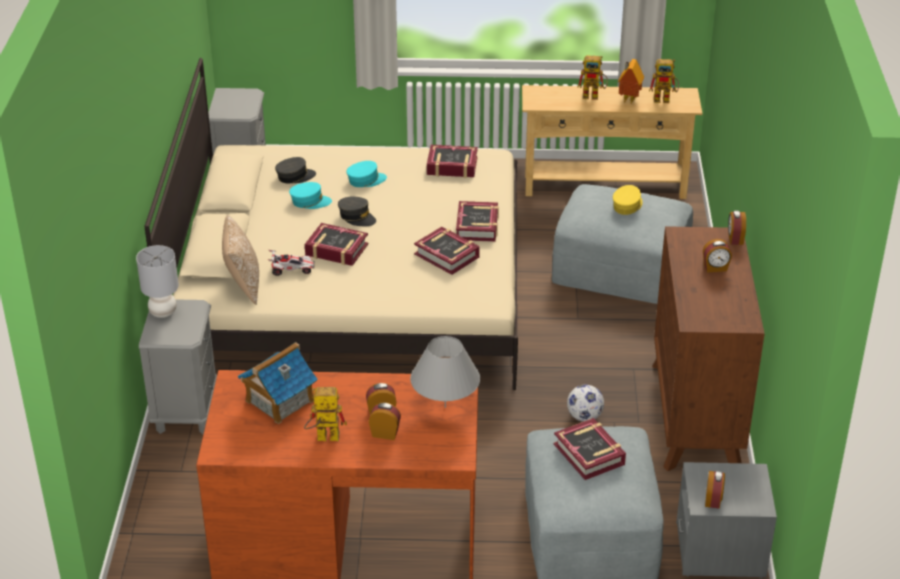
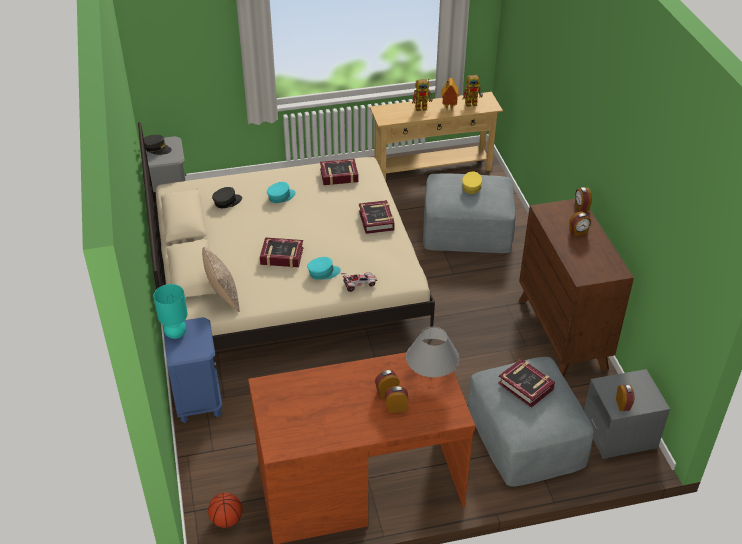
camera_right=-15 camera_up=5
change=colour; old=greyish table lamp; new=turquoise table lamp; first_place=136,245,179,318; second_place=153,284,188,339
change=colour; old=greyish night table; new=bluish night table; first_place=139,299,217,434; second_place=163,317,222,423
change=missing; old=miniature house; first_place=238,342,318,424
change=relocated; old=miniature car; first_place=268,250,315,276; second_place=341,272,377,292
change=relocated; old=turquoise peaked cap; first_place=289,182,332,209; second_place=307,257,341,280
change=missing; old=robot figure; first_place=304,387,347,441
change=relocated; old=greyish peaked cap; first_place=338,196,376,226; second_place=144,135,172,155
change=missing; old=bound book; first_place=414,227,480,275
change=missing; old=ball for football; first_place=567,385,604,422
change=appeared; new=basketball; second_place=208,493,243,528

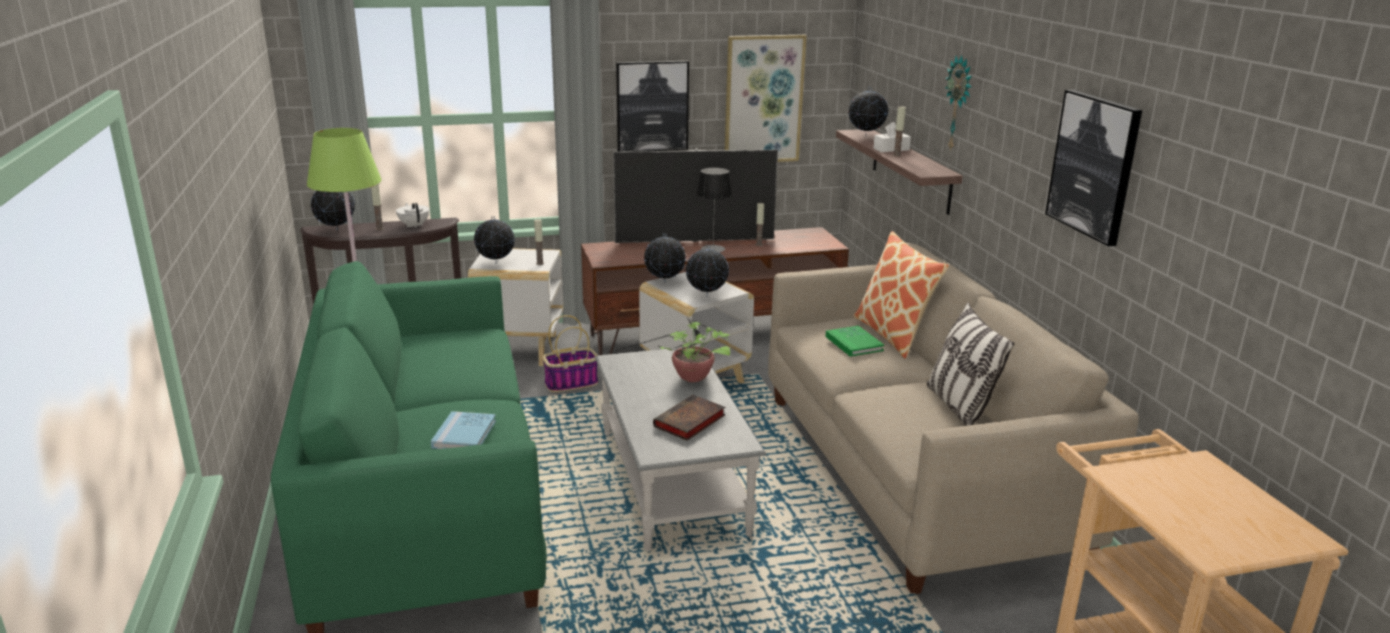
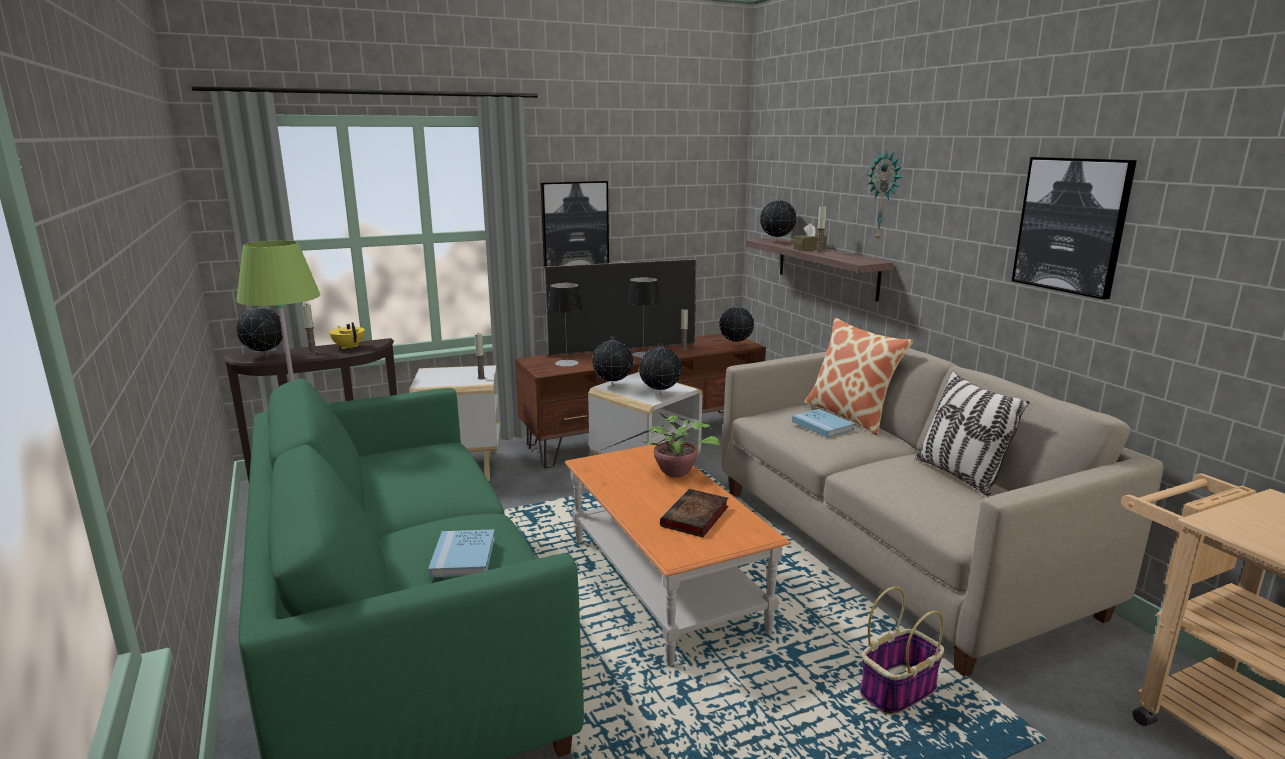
camera_right=-10 camera_up=-5
change=colour; old=whitish pot for tea; new=yellow pot for tea; first_place=396,203,429,228; second_place=329,322,365,349
change=relocated; old=desk globe; first_place=474,216,515,263; second_place=719,303,754,345
change=relocated; old=household basket; first_place=542,315,598,392; second_place=860,587,944,715
change=colour; old=greyish low table; new=orange low table; first_place=595,346,767,551; second_place=565,443,791,666
change=missing; old=wall art; first_place=725,35,807,162
change=colour; old=green bound book; new=bluish bound book; first_place=825,326,884,357; second_place=792,409,855,438
change=colour; old=whitish tissue box; new=brown tissue box; first_place=874,122,911,152; second_place=793,223,827,251
change=appeared; new=table lamp; second_place=547,283,583,366

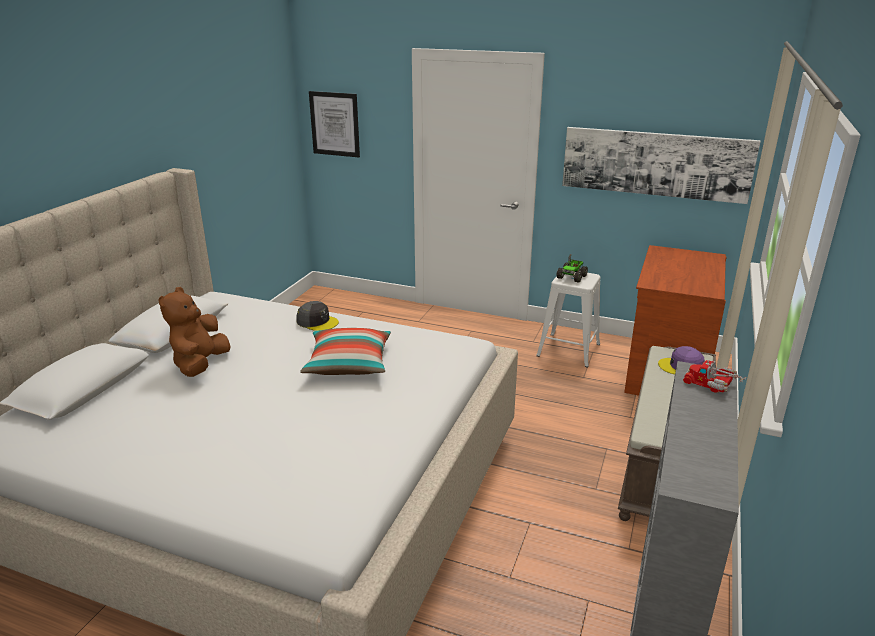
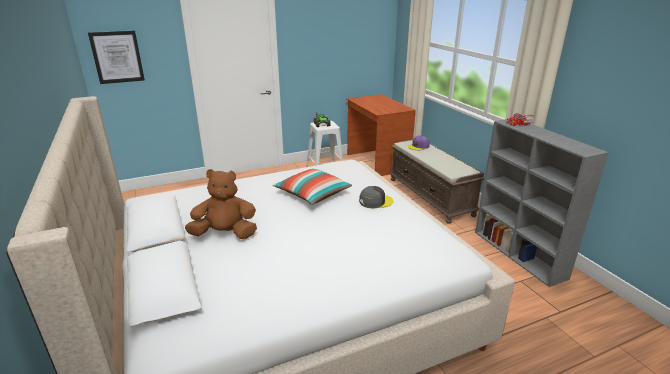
camera_right=-45 camera_up=0
change=spun; old=brown soft toy; first_place=158,287,230,377; second_place=185,169,257,239; degrees=120
change=relocated; old=greyish peaked cap; first_place=296,301,339,331; second_place=359,186,393,208
change=missing; old=wall art; first_place=562,127,761,204

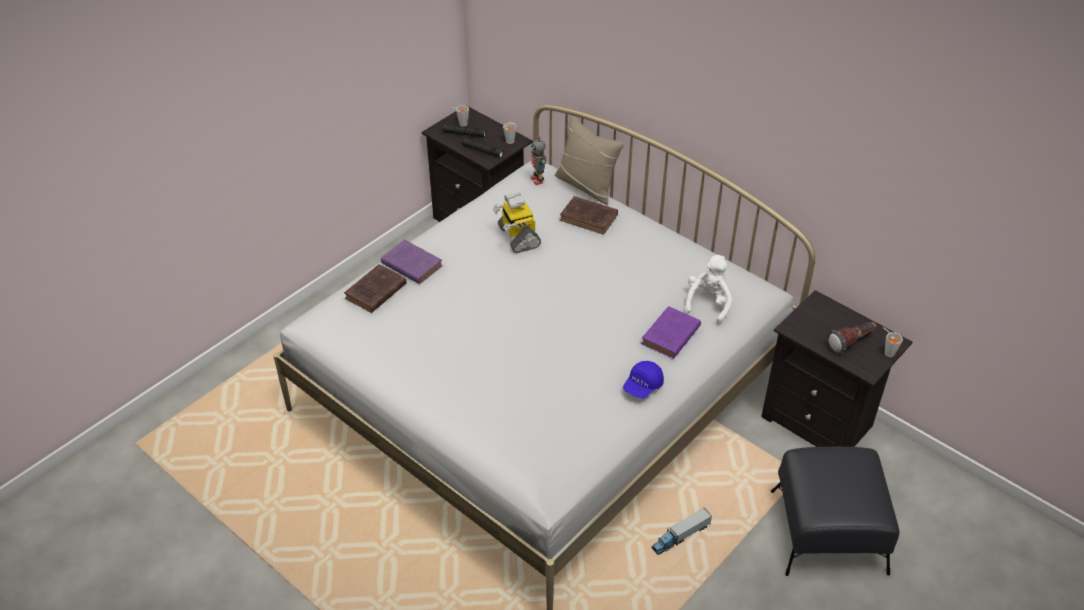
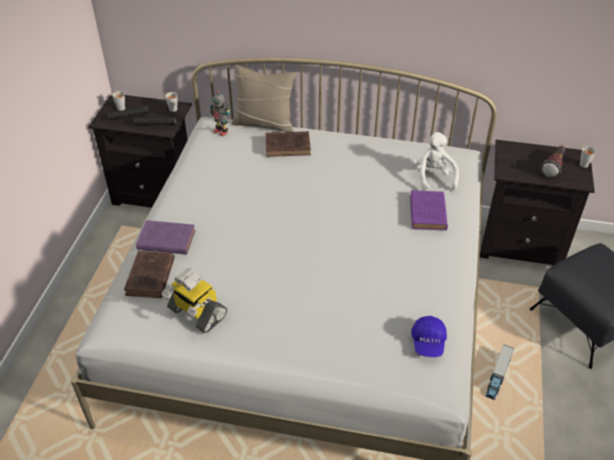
camera_right=-30 camera_up=0
change=relocated; old=robot figure; first_place=493,192,541,253; second_place=161,268,227,333
change=relocated; old=bluish peaked cap; first_place=623,361,664,398; second_place=411,316,447,357

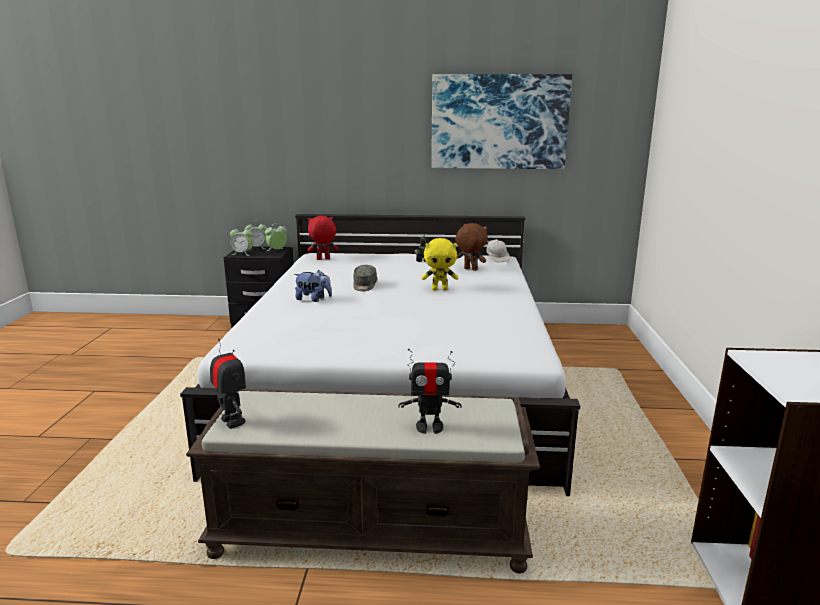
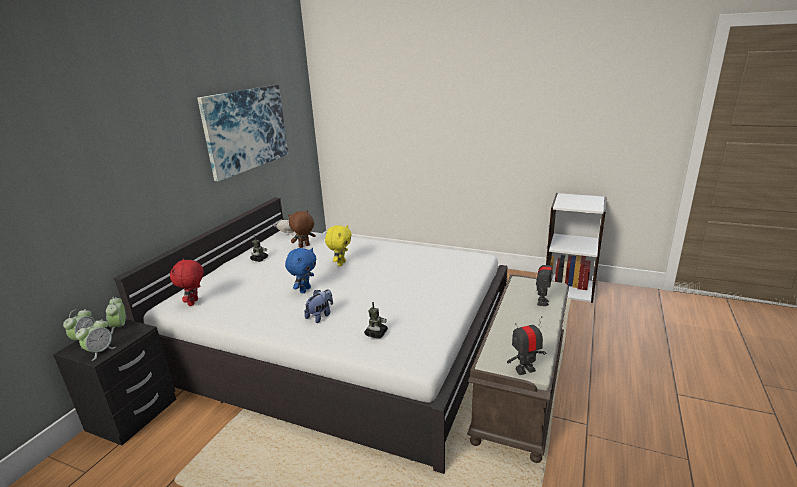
camera_right=-70 camera_up=5
change=exchanged; old=greyish peaked cap; new=bluish soft toy; first_place=353,265,377,291; second_place=285,248,316,293
change=appeared; new=robot figure; second_place=364,302,388,338

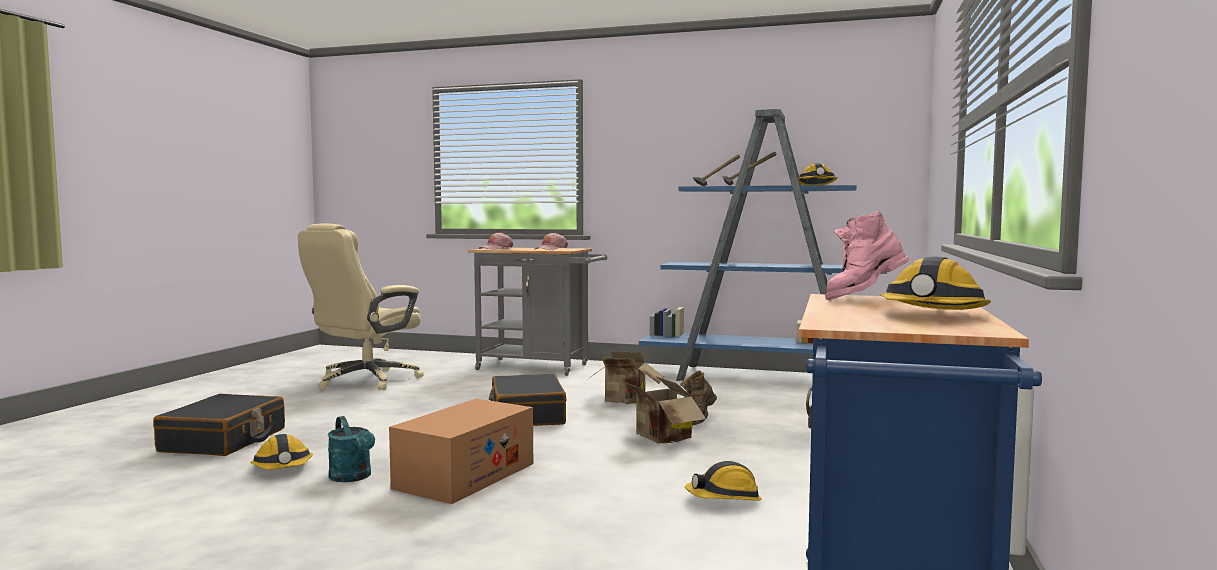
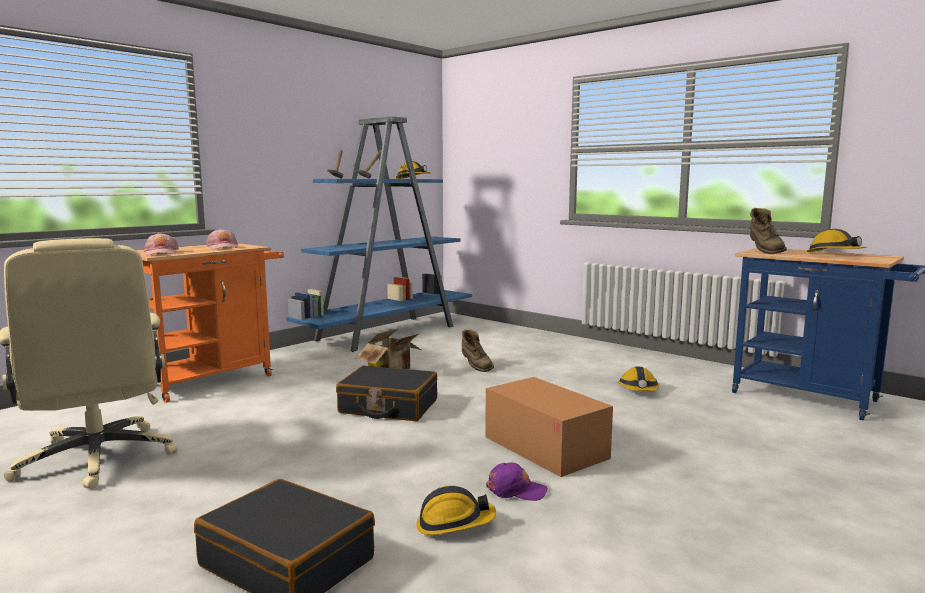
camera_right=-65 camera_up=5
change=exchanged; old=turquoise sprinkling can; new=purple-coloured peaked cap; first_place=327,416,375,482; second_place=486,462,547,501
change=colour; old=greyish cart; new=orange cart; first_place=467,247,607,376; second_place=136,243,284,403
change=missing; old=carton; first_place=622,376,706,444
change=colour; old=pinkish high-top boot; new=brown high-top boot; first_place=825,211,910,300; second_place=750,208,787,254

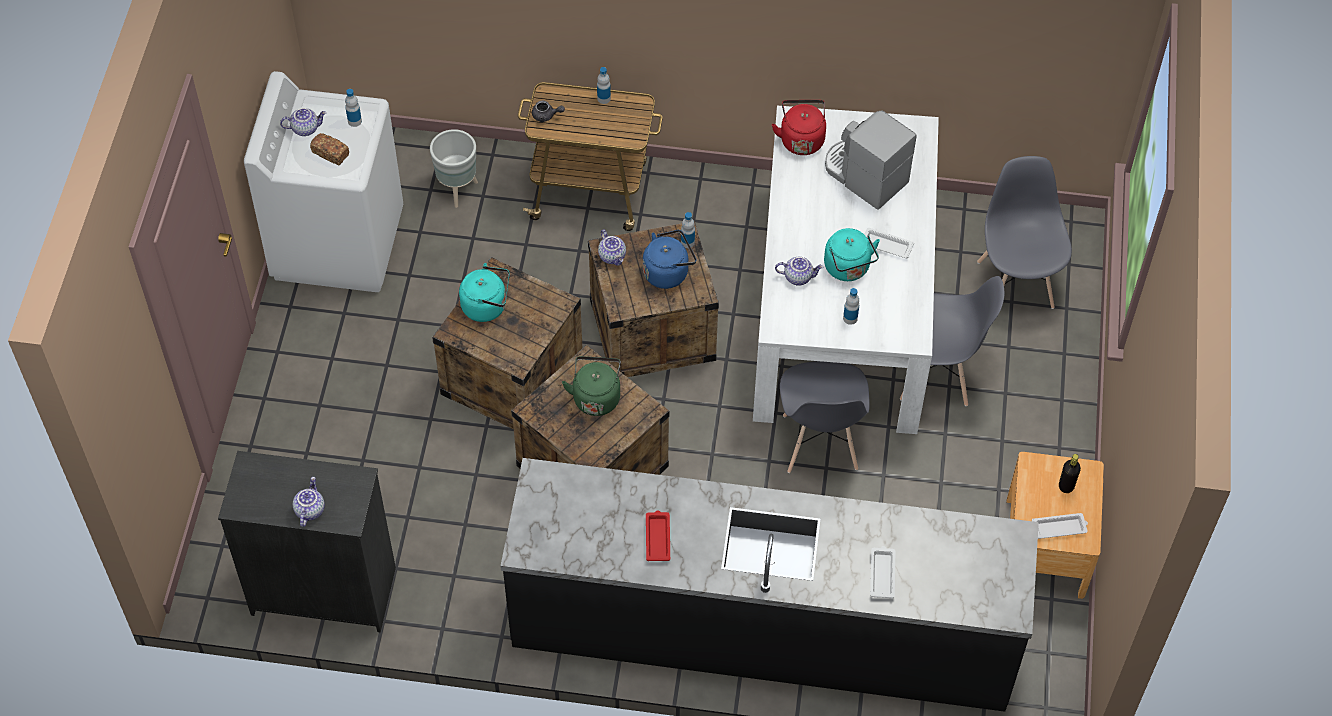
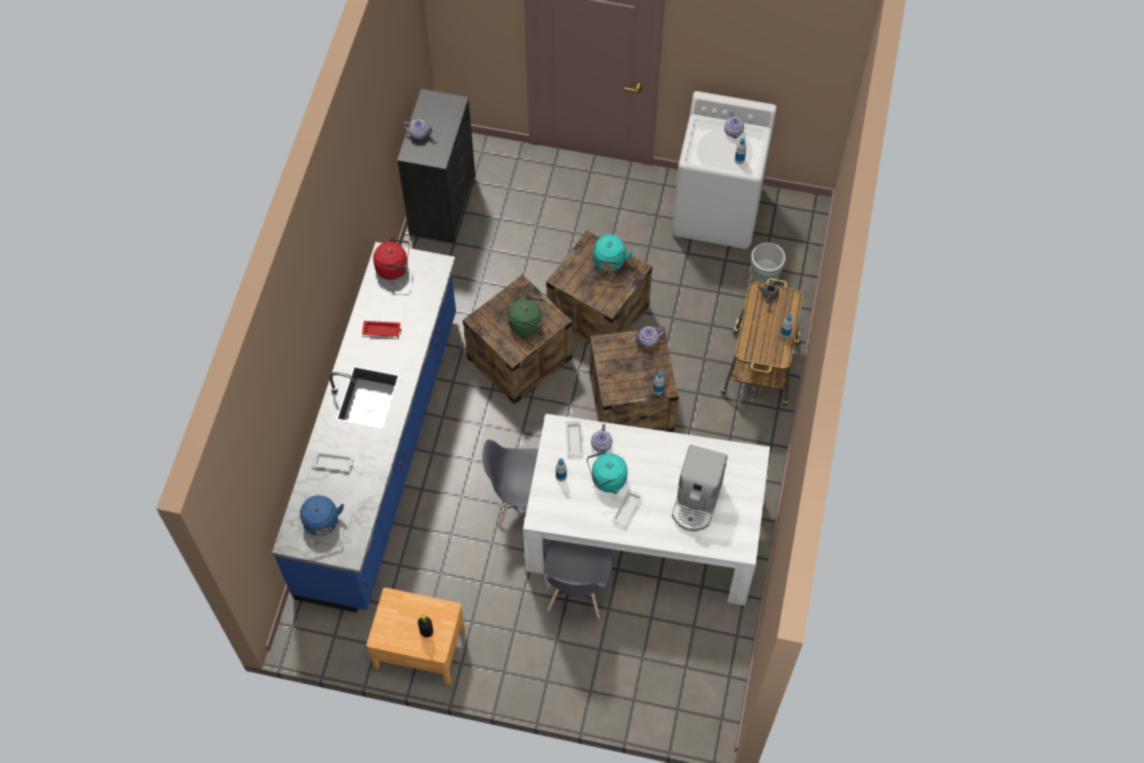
camera_right=95 camera_up=5
change=missing; old=baked bread; first_place=310,133,349,165
change=colour; old=black-coloured counter; new=bluish counter; first_place=501,458,1039,712; second_place=272,242,456,613
change=relocated; old=bluish kettle; first_place=643,230,696,289; second_place=300,495,344,536
change=relocated; old=reddish kettle; first_place=772,100,826,155; second_place=373,237,410,280
change=spun; old=coffee brewer; first_place=825,111,916,210; second_place=672,444,728,531; degrees=150
change=missing; old=greyish plain chair; first_place=977,156,1072,309
change=relocated; old=whitish tray; first_place=1032,513,1088,539; second_place=565,421,584,458

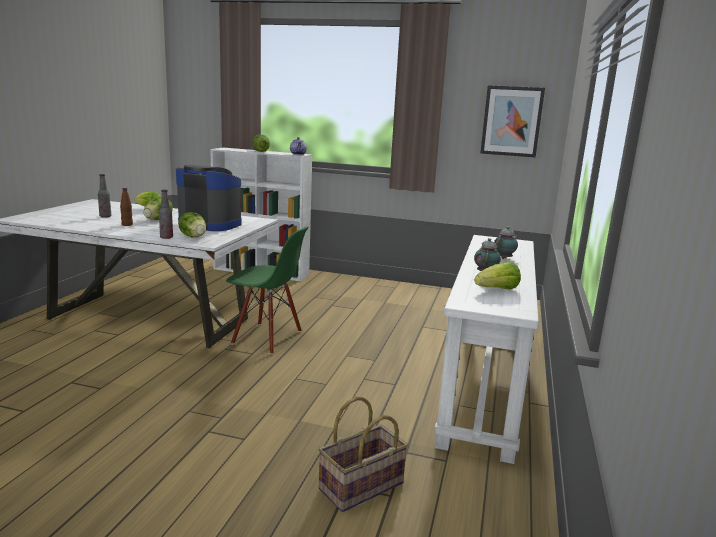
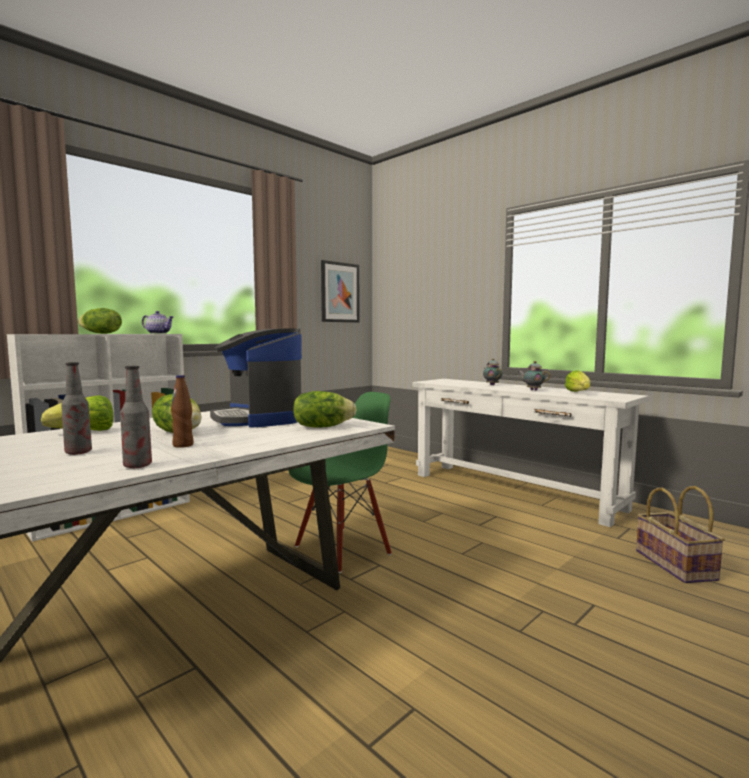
camera_right=-60 camera_up=-10
change=relocated; old=bottle; first_place=159,190,173,239; second_place=120,366,152,468
change=spun; old=coffee brewer; first_place=176,165,241,231; second_place=210,328,302,428; degrees=-75

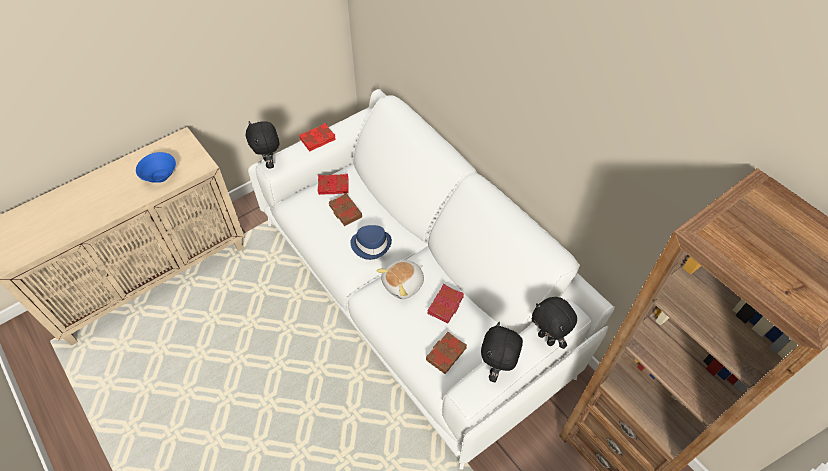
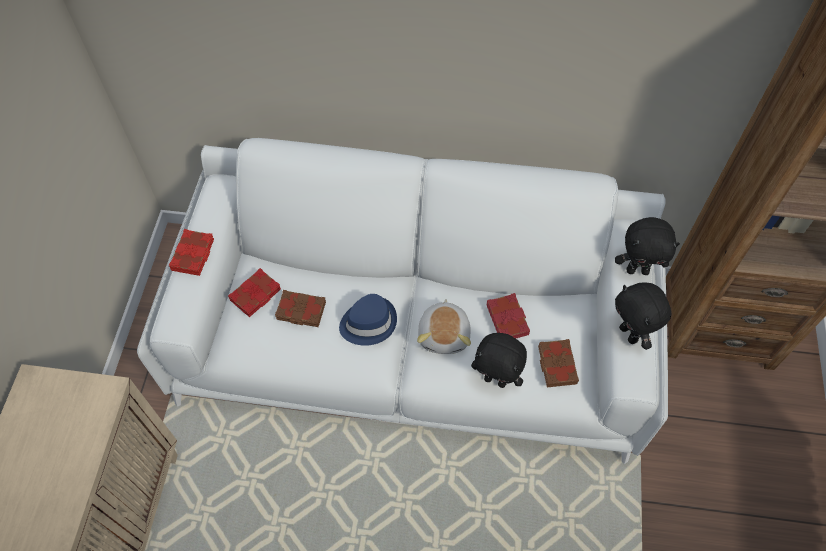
camera_right=-45 camera_up=5
change=missing; old=bluish deep dish; first_place=136,152,176,183
change=relocated; old=black-coloured soft toy; first_place=246,121,279,168; second_place=471,333,527,388

